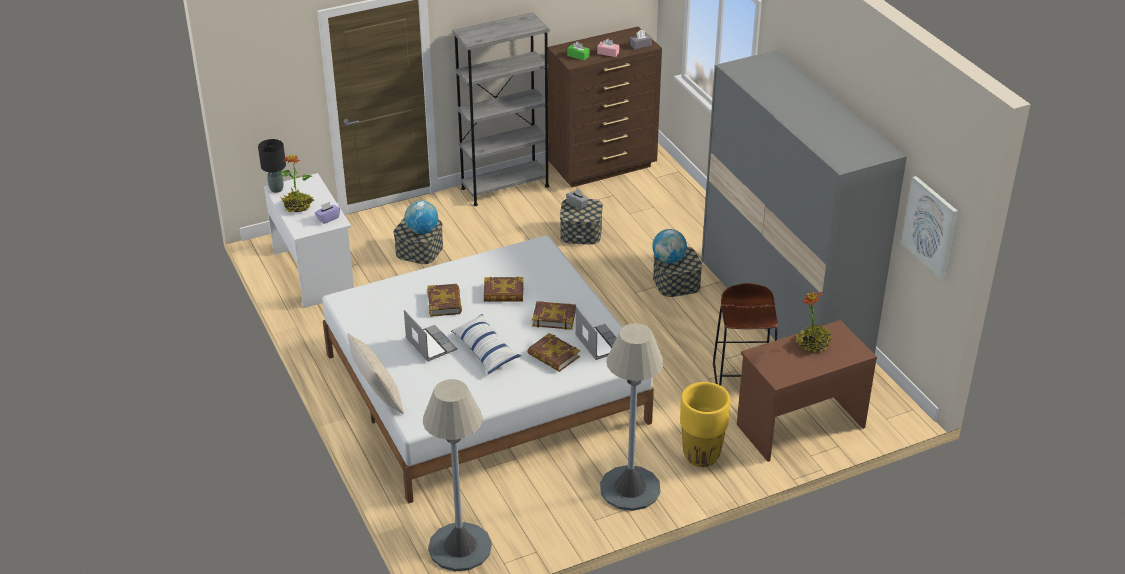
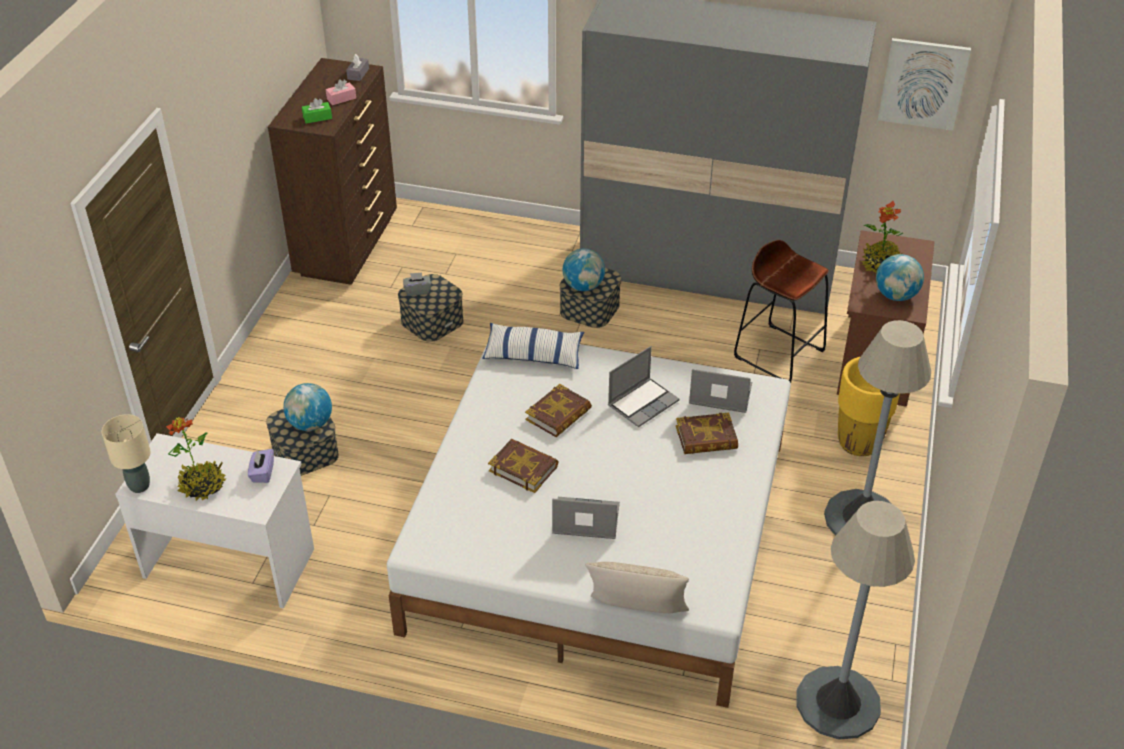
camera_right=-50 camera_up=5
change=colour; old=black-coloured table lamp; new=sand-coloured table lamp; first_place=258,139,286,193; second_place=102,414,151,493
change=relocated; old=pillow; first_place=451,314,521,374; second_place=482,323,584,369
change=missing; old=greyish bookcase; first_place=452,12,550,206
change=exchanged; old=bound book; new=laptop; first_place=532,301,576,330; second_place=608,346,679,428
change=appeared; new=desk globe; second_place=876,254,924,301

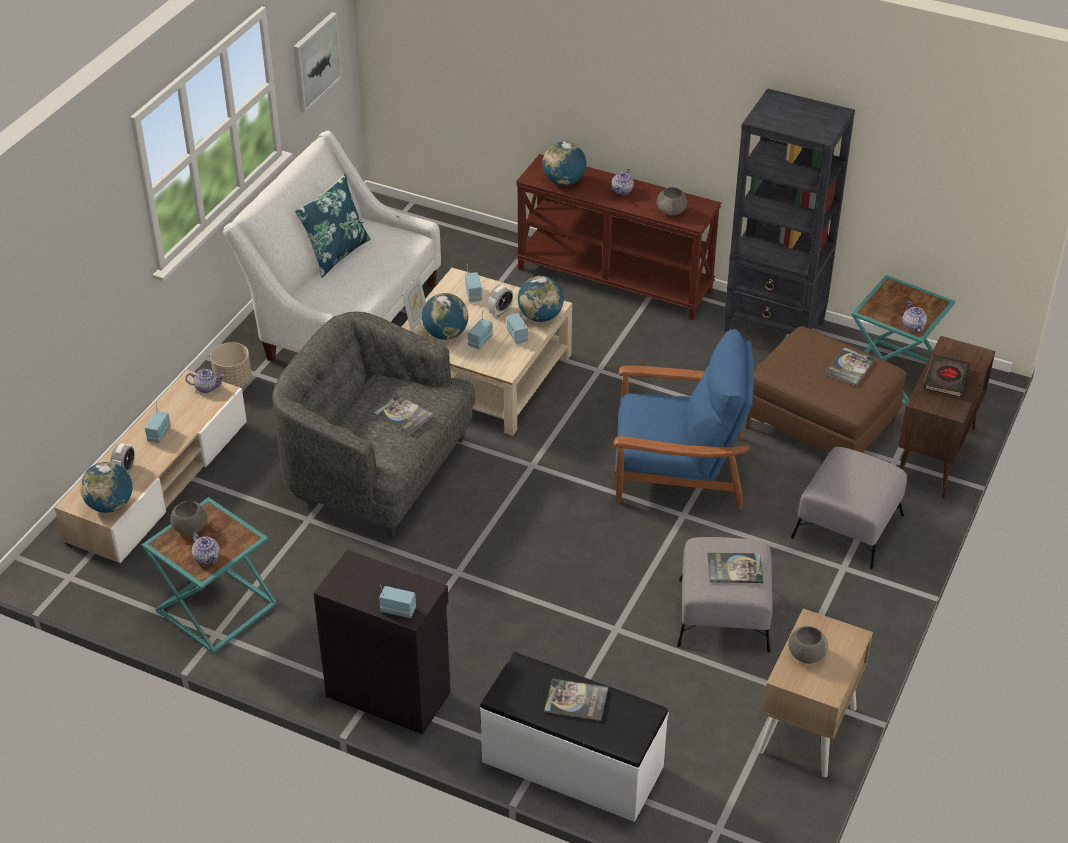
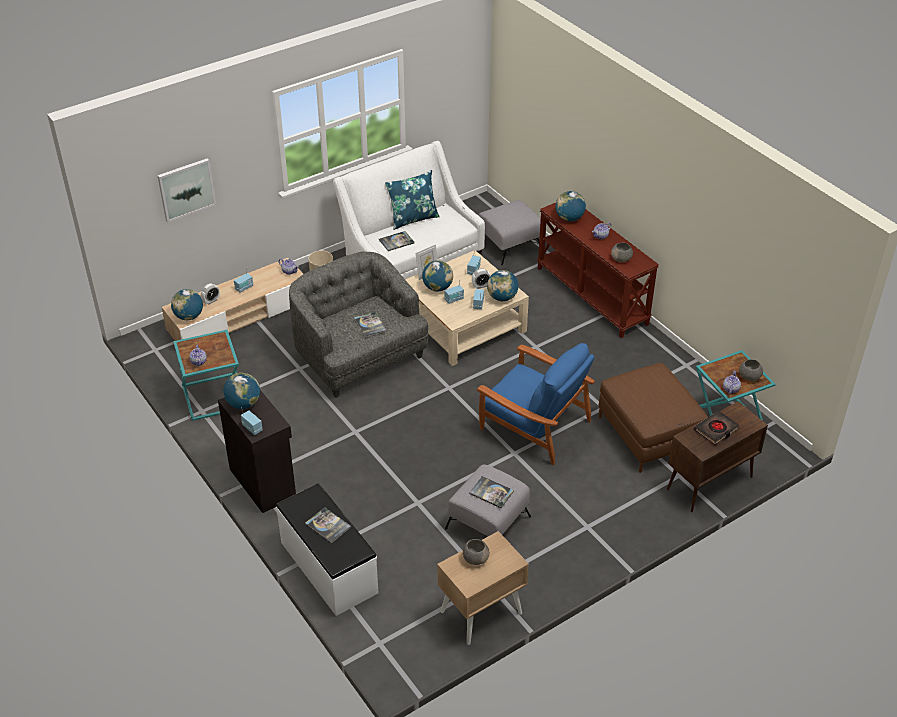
camera_right=30 camera_up=0
change=relocated; old=greyish deep dish; first_place=170,501,207,535; second_place=739,359,763,381
change=relocated; old=wall art; first_place=293,12,342,113; second_place=157,158,216,222
change=missing; old=black-coloured bookcase; first_place=724,88,855,334
change=relocated; old=greyish footrest; first_place=791,447,907,569; second_place=479,200,541,265
change=relocated; old=bound book; first_place=825,347,876,386; second_place=379,231,415,251
change=appeared; new=desk globe; second_place=223,373,260,409

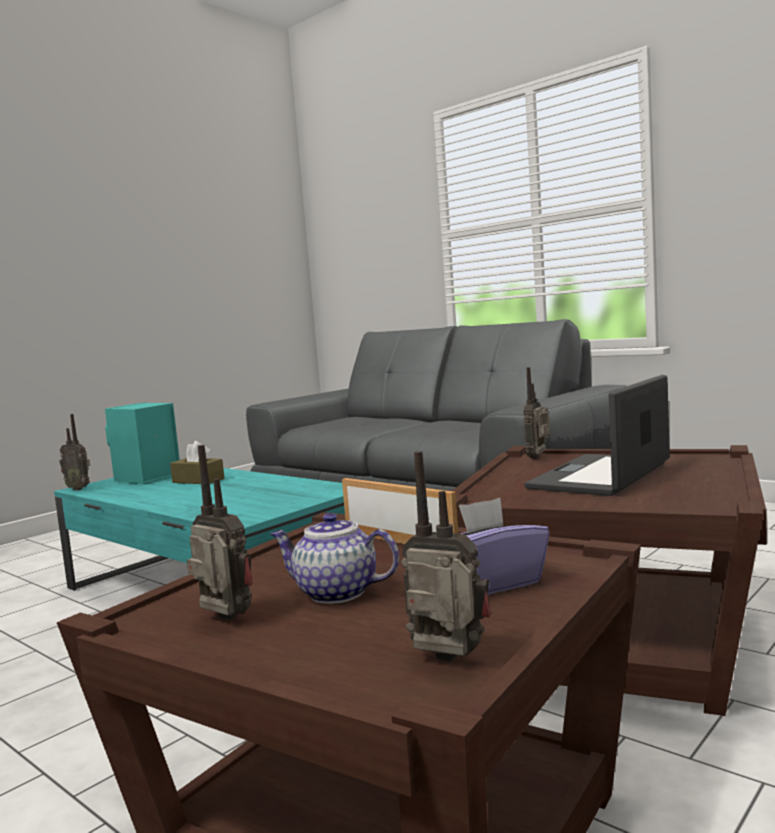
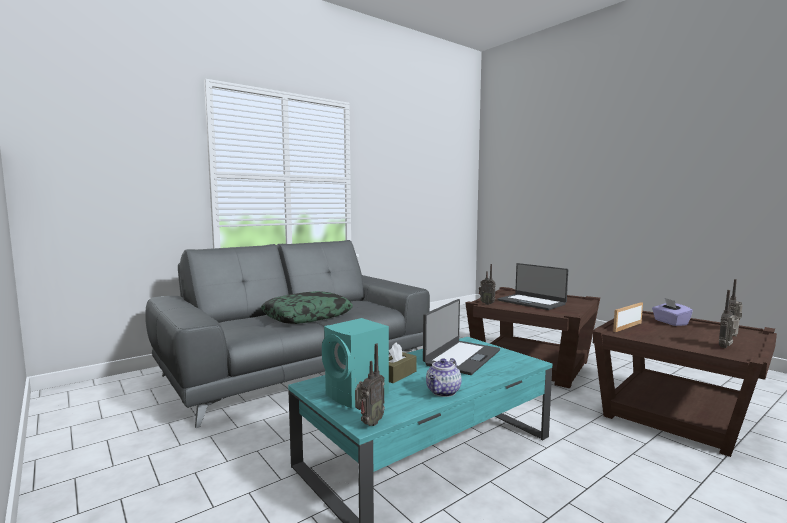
camera_right=-80 camera_up=0
change=relocated; old=pot for tea; first_place=270,513,399,604; second_place=426,358,462,397
change=appeared; new=pillow; second_place=261,291,353,324
change=appeared; new=laptop; second_place=423,299,500,375

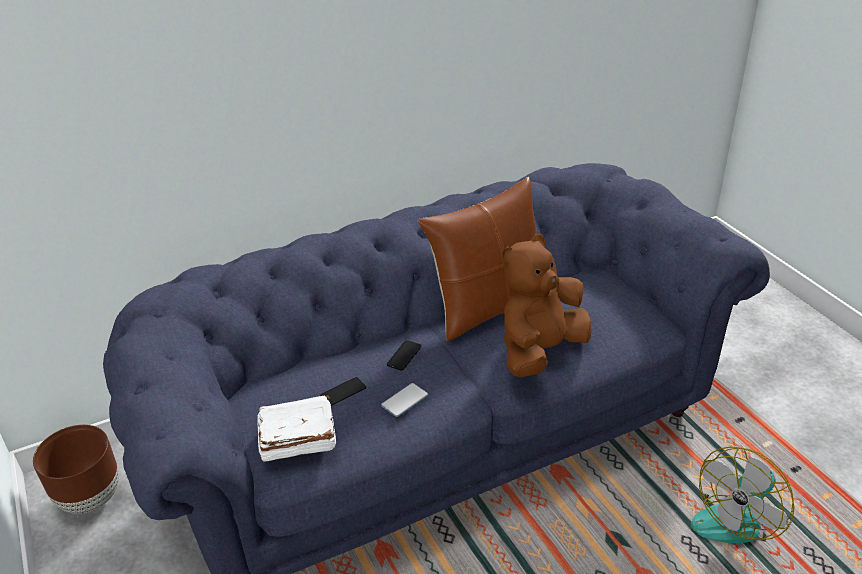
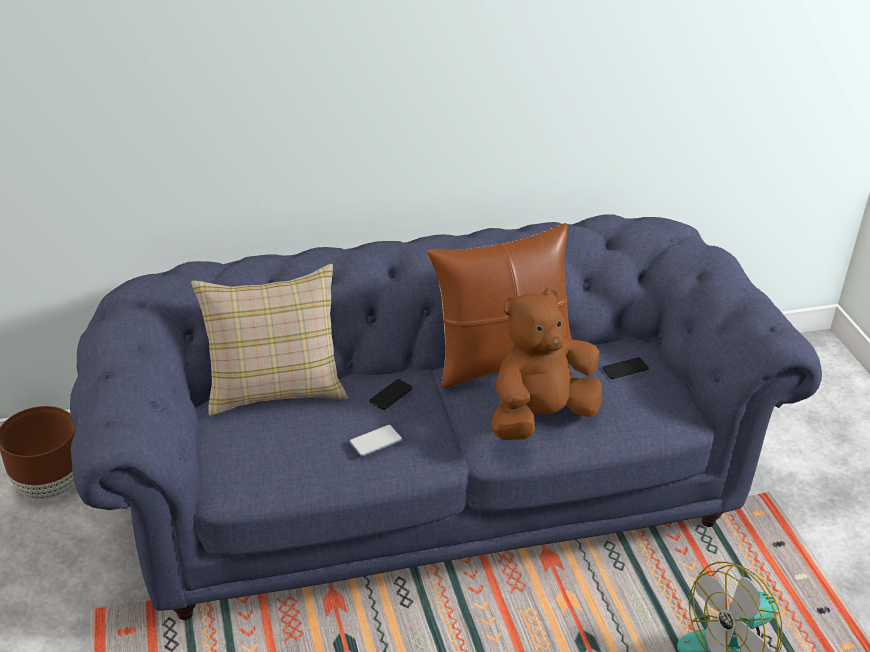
camera_right=10 camera_up=0
change=missing; old=whitish bound book; first_place=257,395,336,462
change=relocated; old=handset; first_place=320,377,366,406; second_place=602,357,649,379
change=appeared; new=sand-coloured pillow; second_place=191,264,348,416

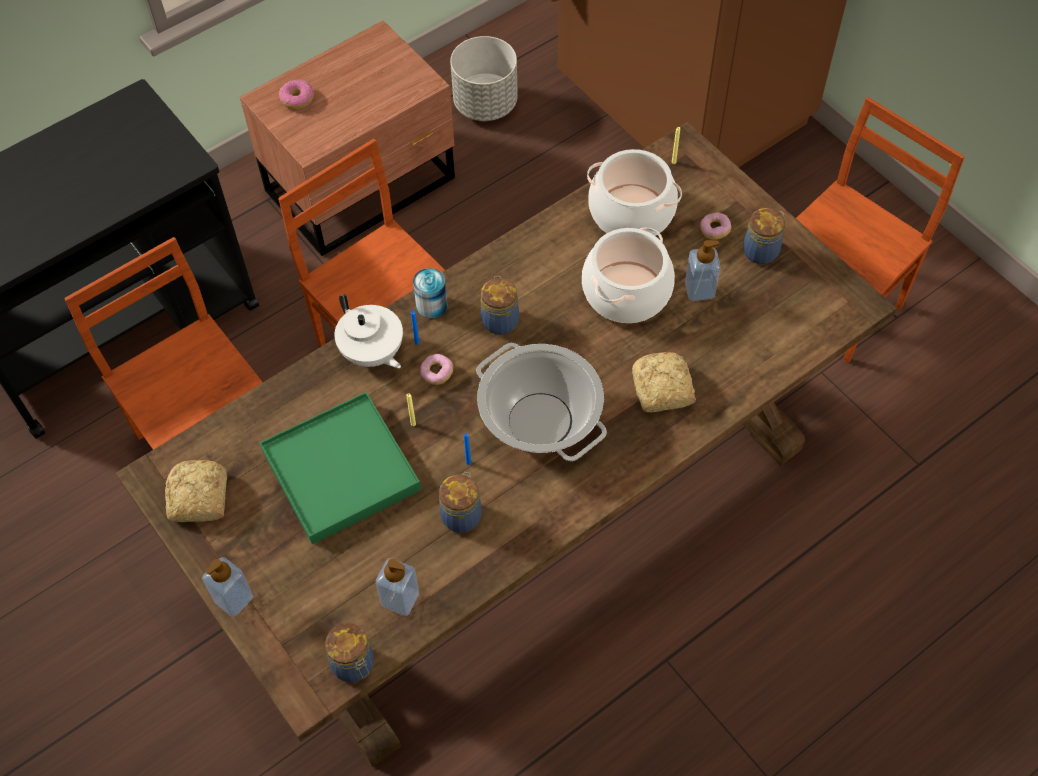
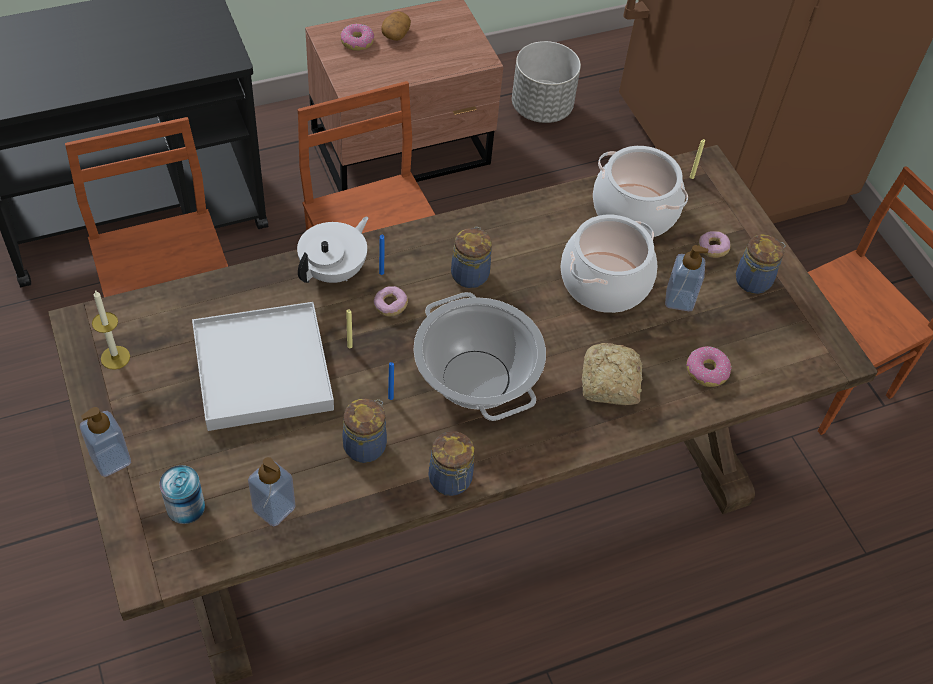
camera_right=10 camera_up=-5
change=exchanged; old=baked bread; new=wax candle; first_place=165,460,227,522; second_place=92,290,130,370
change=colour; old=green tray; new=whitish tray; first_place=259,392,421,544; second_place=192,302,334,431
change=relocated; old=jar; first_place=325,623,374,682; second_place=429,431,474,496
change=spun; old=whitish pot for tea; first_place=334,294,403,368; second_place=297,217,368,283; degrees=-120
change=relocated; old=can; first_place=413,268,447,318; second_place=159,465,205,524
change=appeared; new=spud; second_place=381,11,411,41
change=appeared; new=doughnut; second_place=686,346,731,387

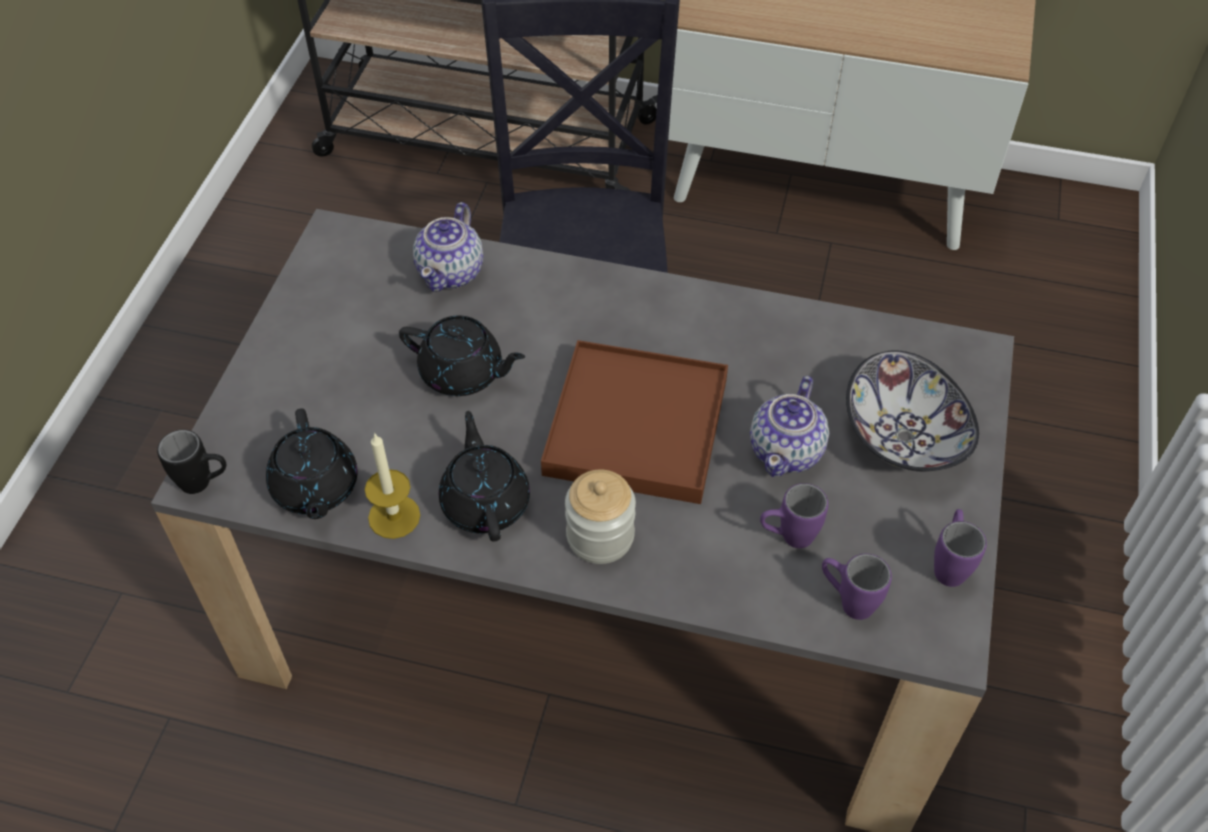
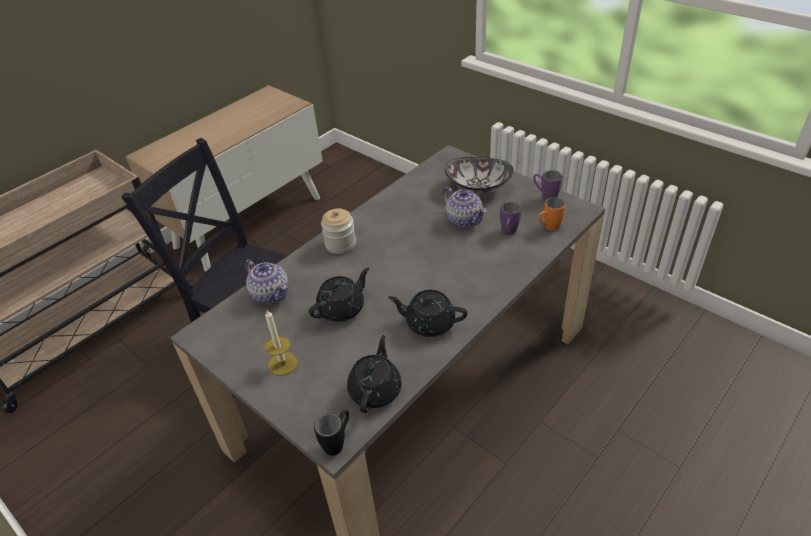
camera_right=-60 camera_up=-10
change=spun; old=black-coloured pot for tea; first_place=266,408,358,519; second_place=347,335,402,413; degrees=-90
change=relocated; old=wax candle; first_place=365,432,420,539; second_place=265,310,297,376
change=missing; old=brown tray; first_place=541,340,728,504
change=relocated; old=jar; first_place=565,470,636,564; second_place=321,208,356,254
change=colour; old=purple-coloured tea mug; new=orange tea mug; first_place=822,554,892,620; second_place=538,197,566,231

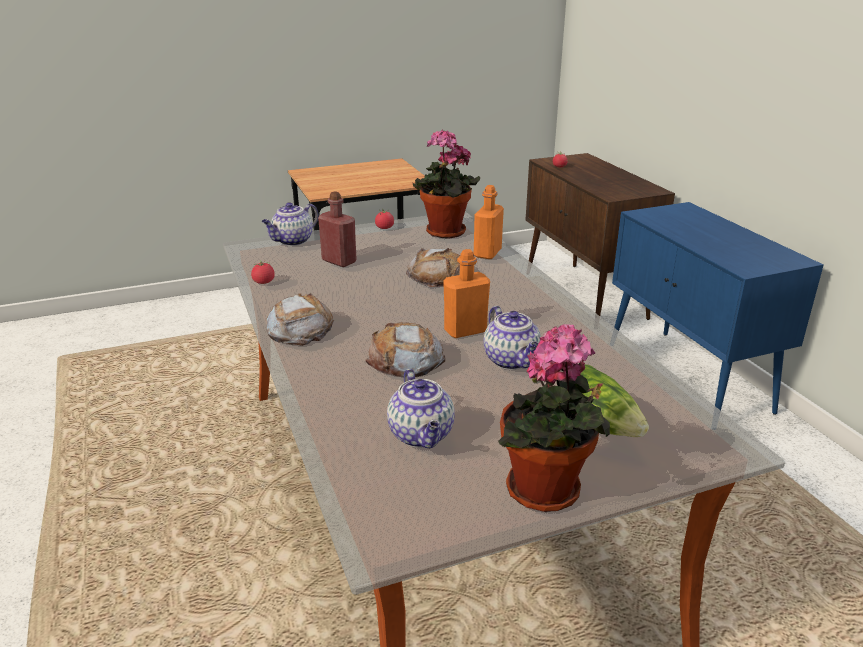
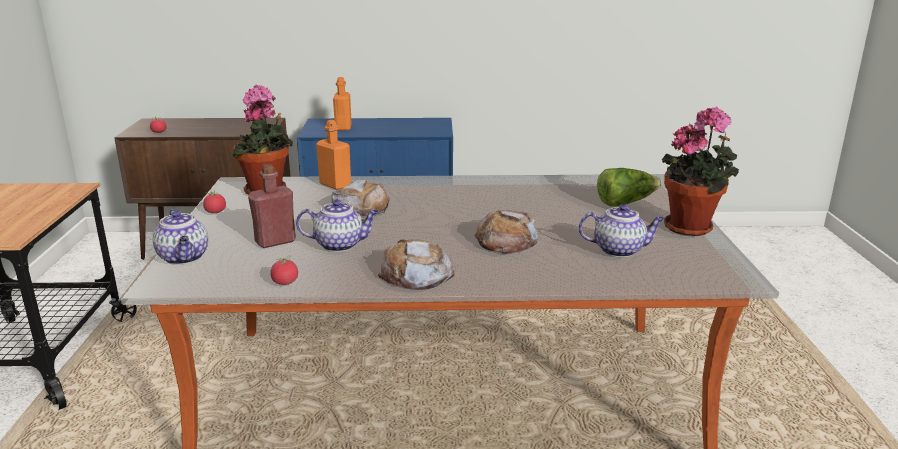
camera_right=-70 camera_up=-5
change=relocated; old=orange bottle; first_place=443,249,490,338; second_place=333,77,352,131
change=relocated; old=pot for tea; first_place=483,306,541,370; second_place=296,200,379,252

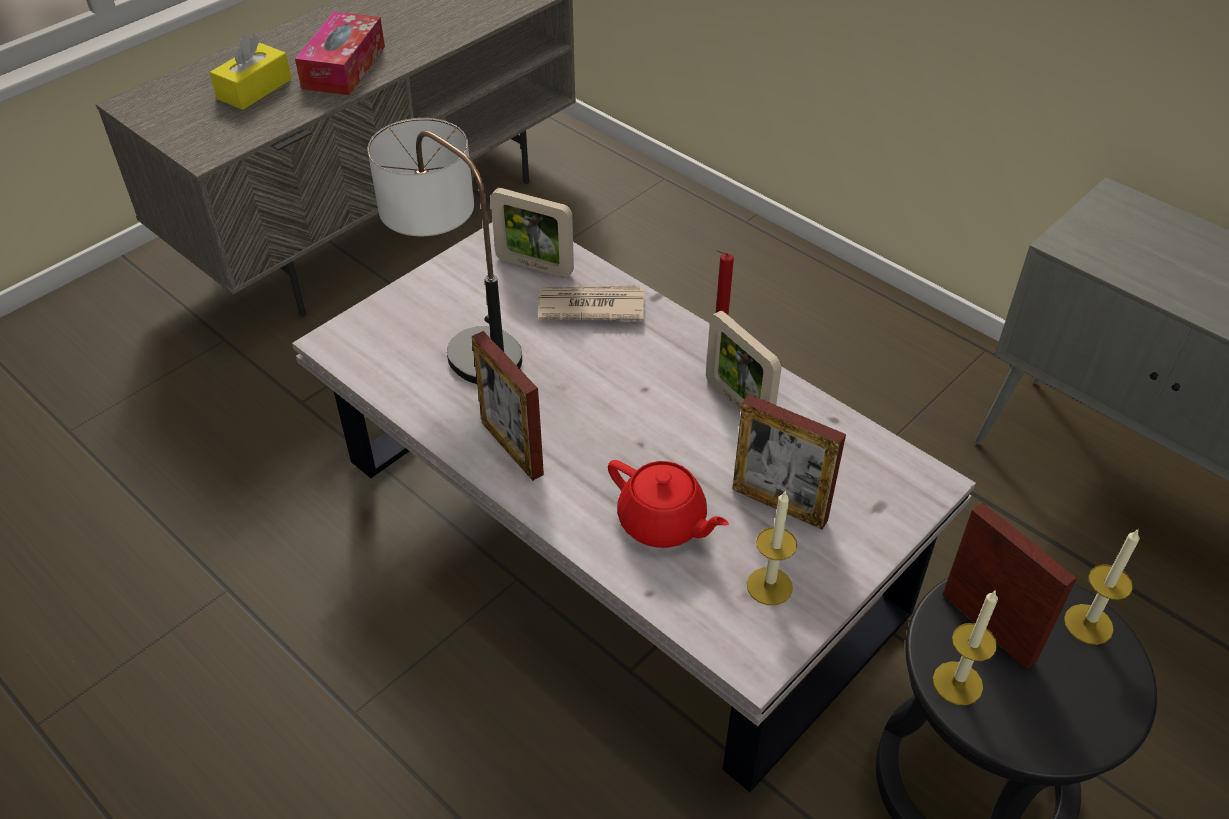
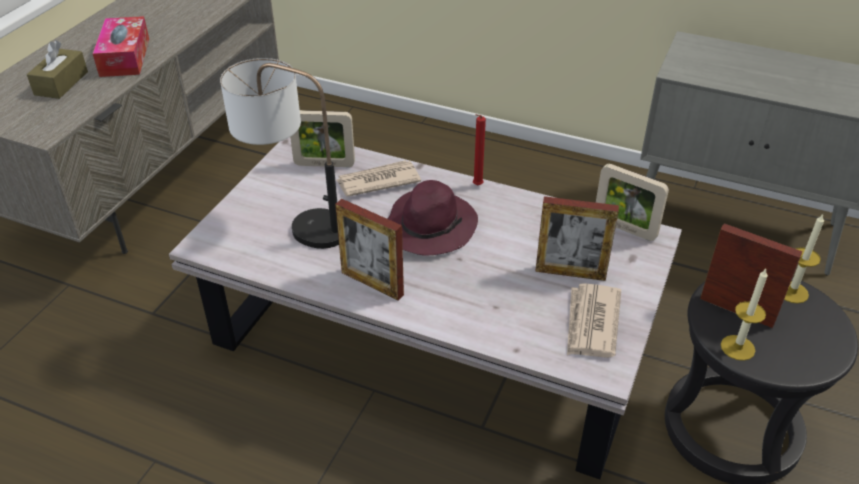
camera_right=-20 camera_up=-5
change=colour; old=yellow tissue box; new=brown tissue box; first_place=210,34,292,110; second_place=27,40,88,99
change=missing; old=reddish pot for tea; first_place=608,460,728,548
change=relocated; old=photo frame; first_place=706,311,782,412; second_place=596,164,669,241
change=exchanged; old=wax candle; new=printed paper; first_place=747,490,797,605; second_place=567,283,621,358
change=appeared; new=purple-coloured hat; second_place=387,180,478,256

